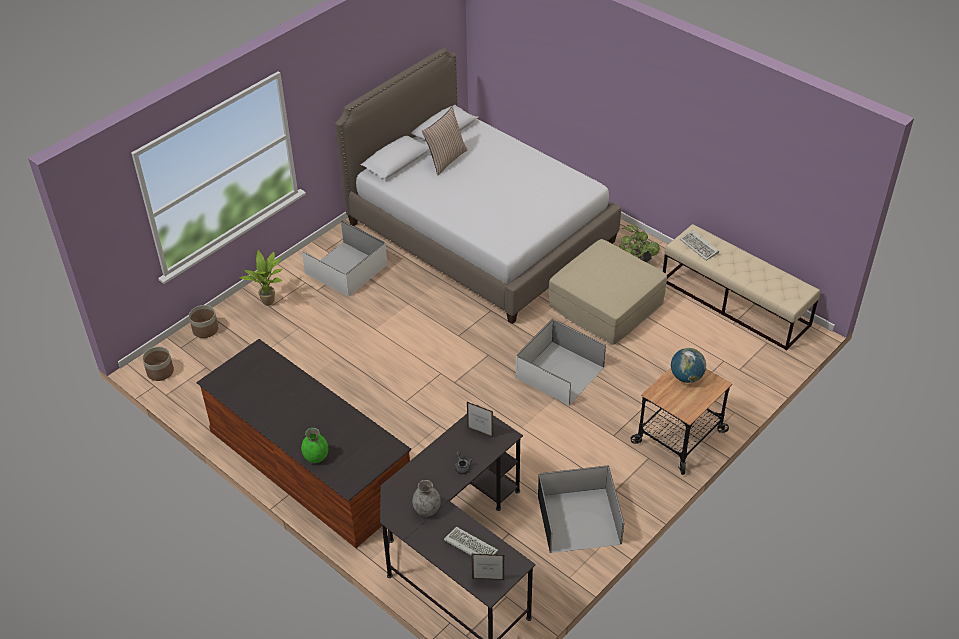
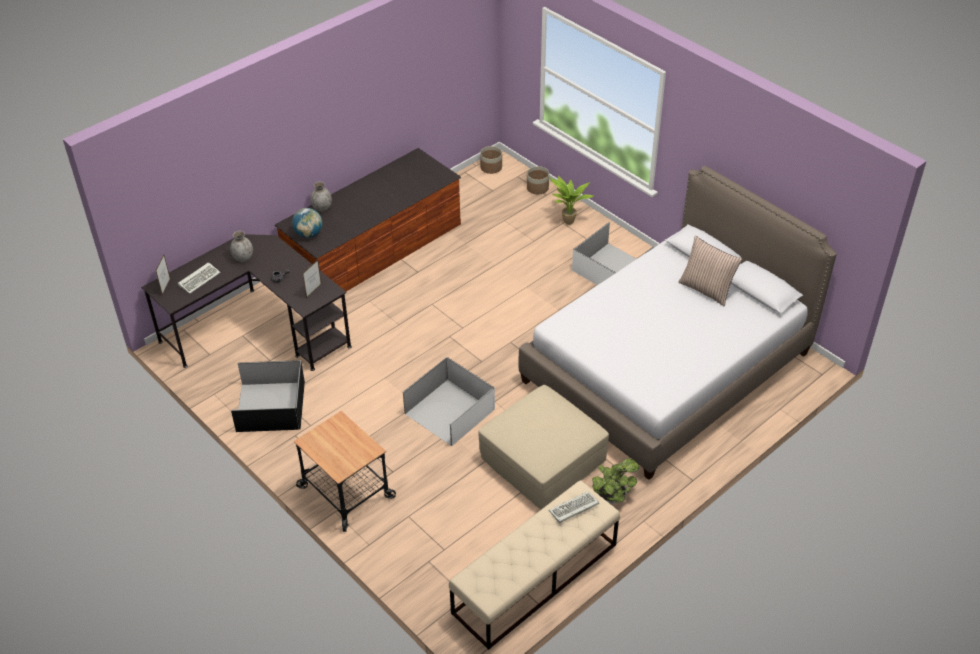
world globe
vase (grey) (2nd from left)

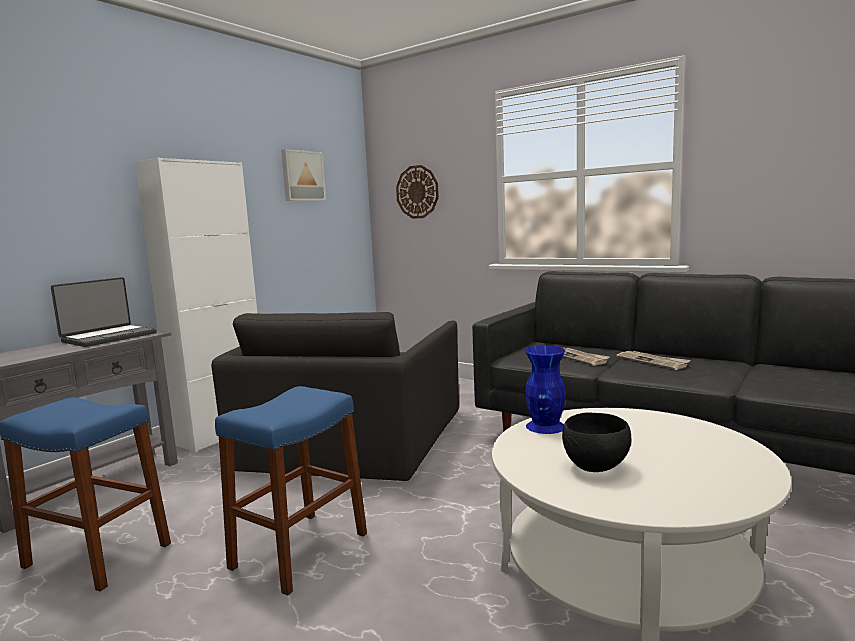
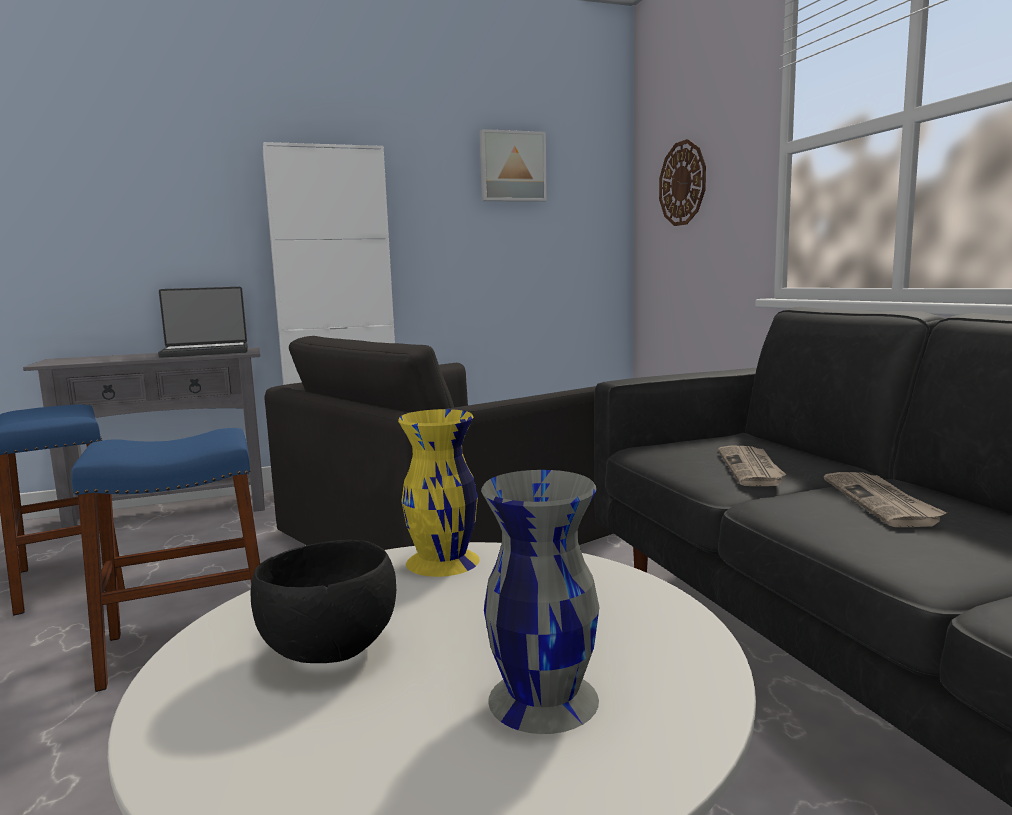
vase (grey)
vase (yellowish)

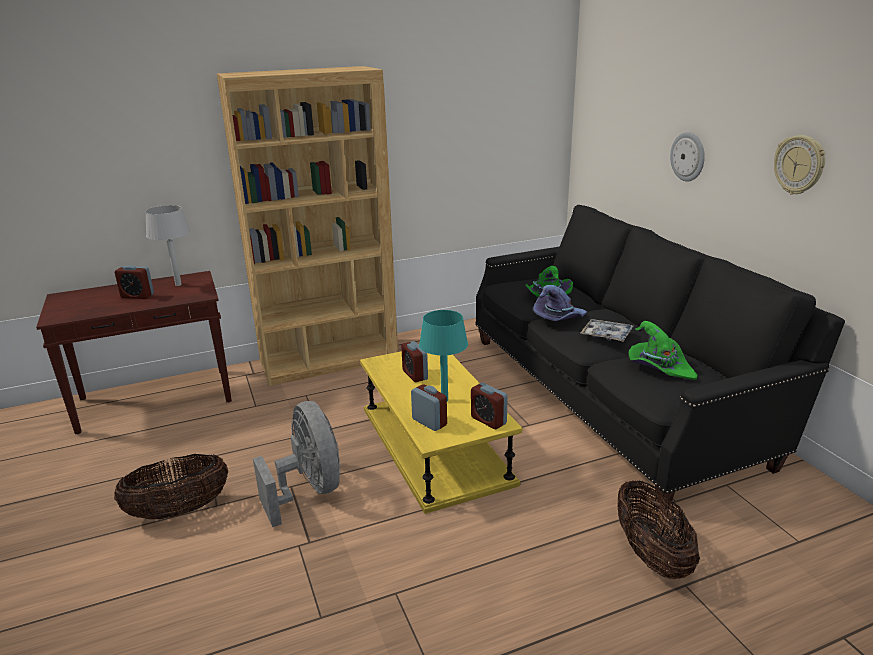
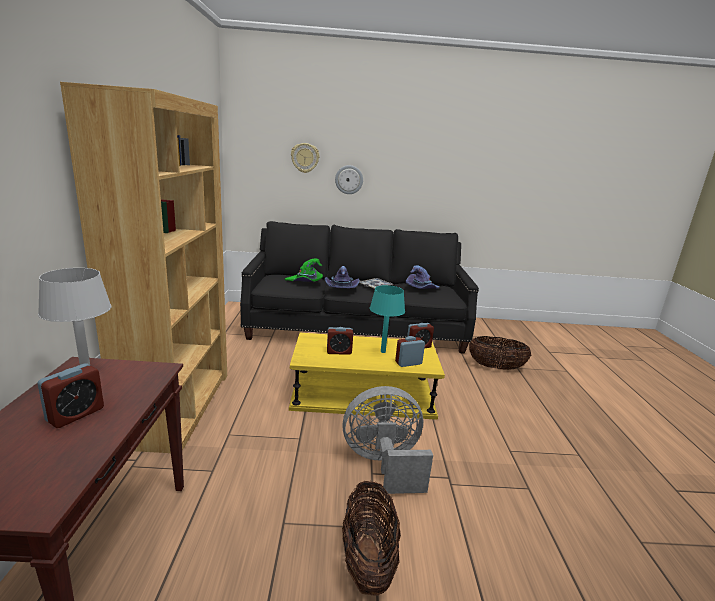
clock on the wall (1st from left)
hat (purple) (2nd from left)

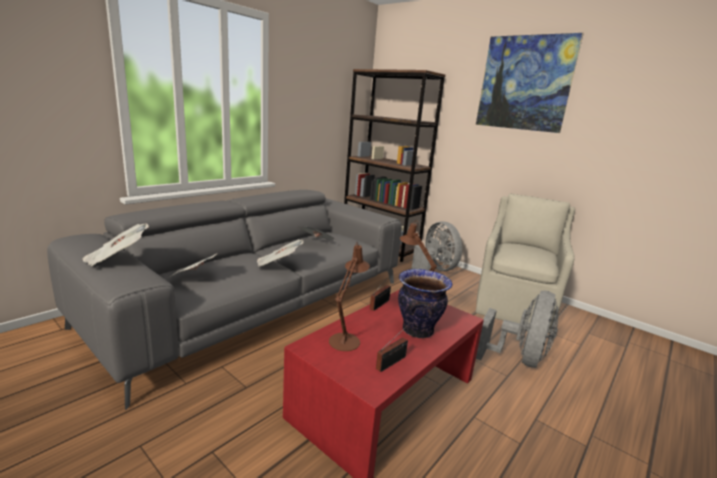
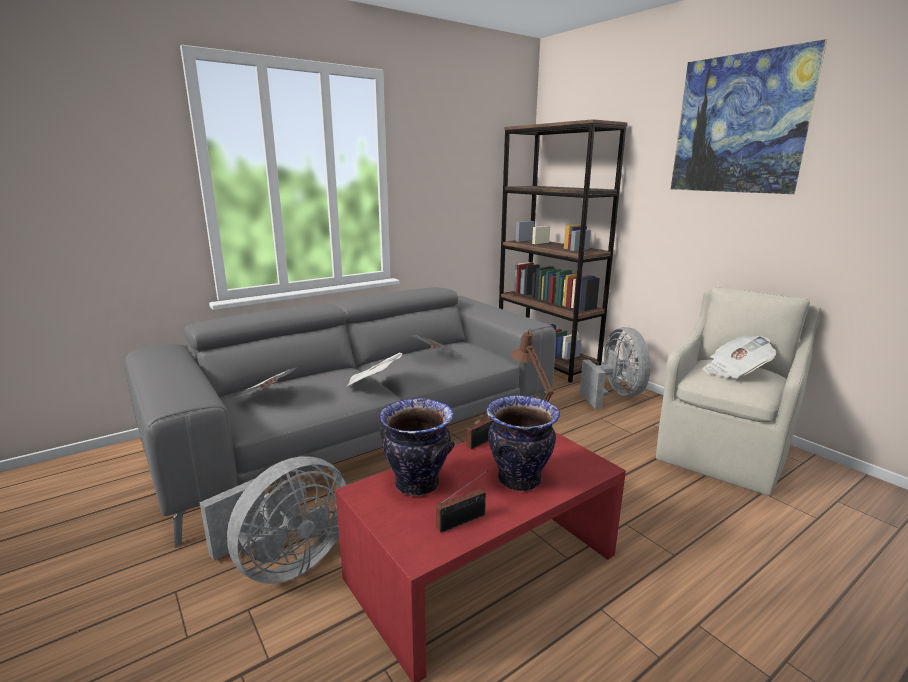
printed paper (4th from left)
electric fan (grey) (1st from left)
vase (1st from left)

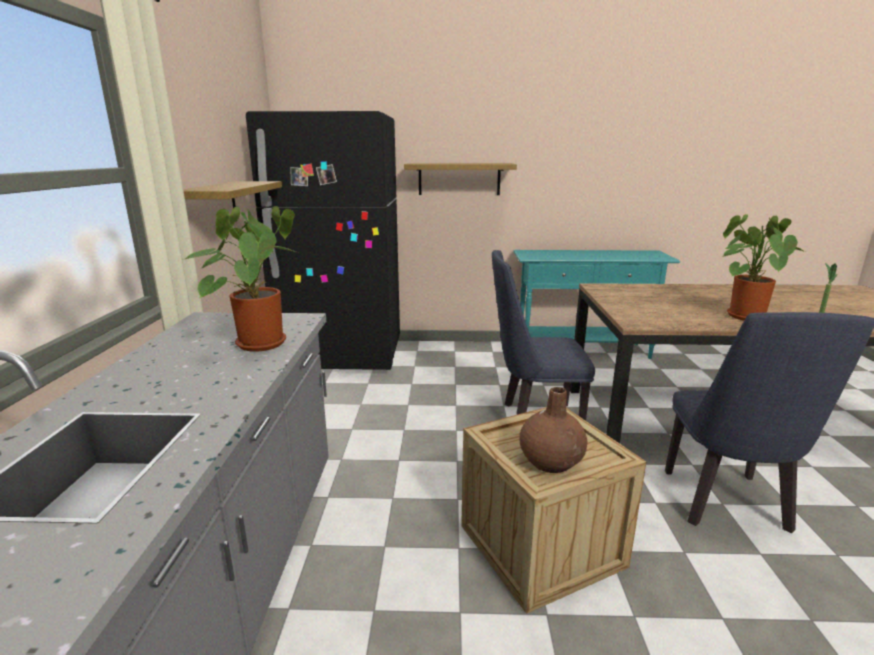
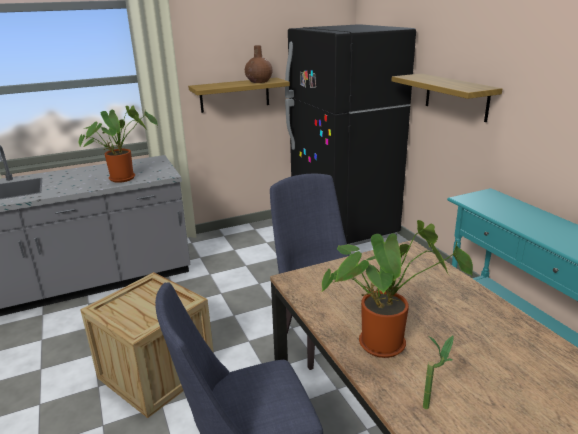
vase (brownish)

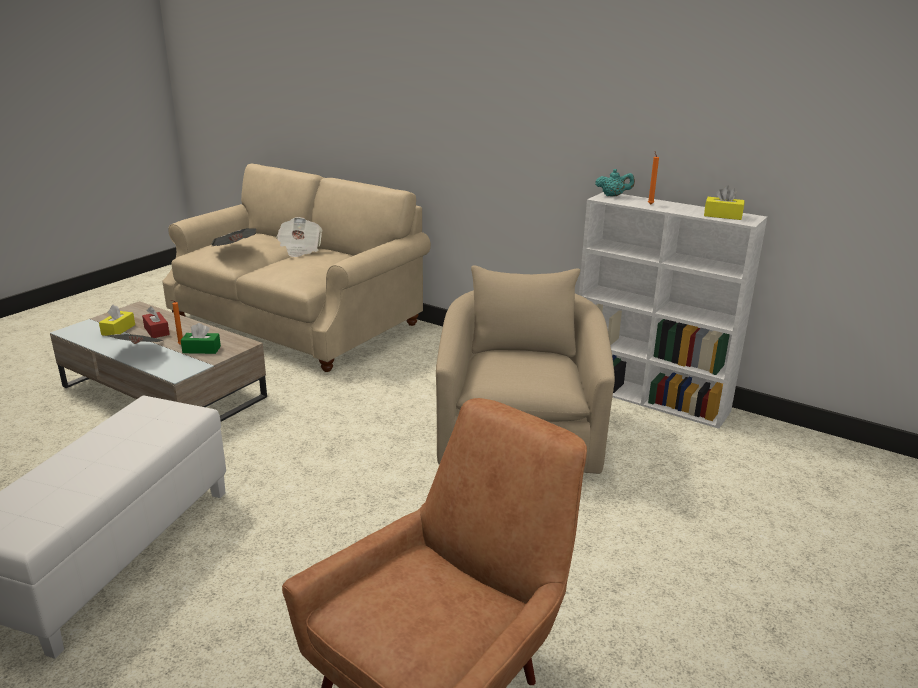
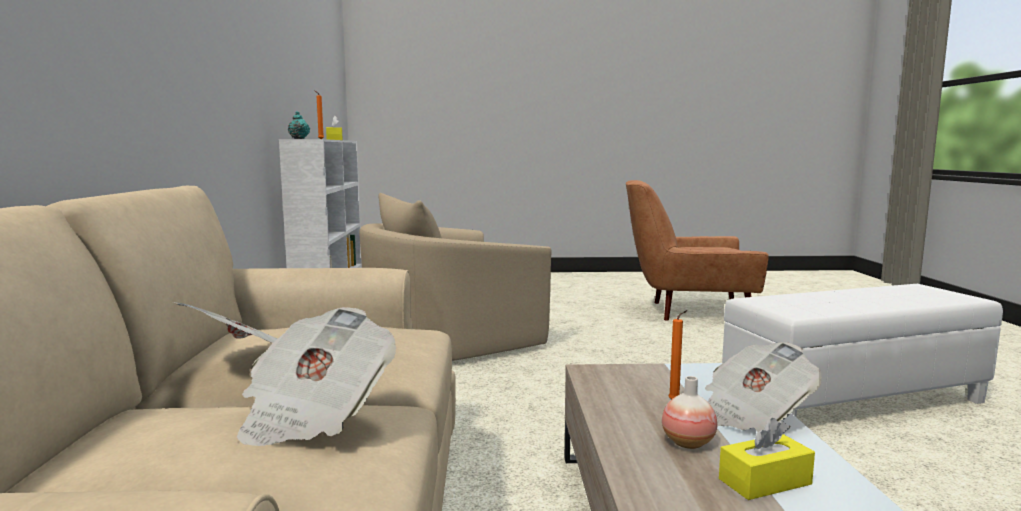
tissue holder (green)
vase

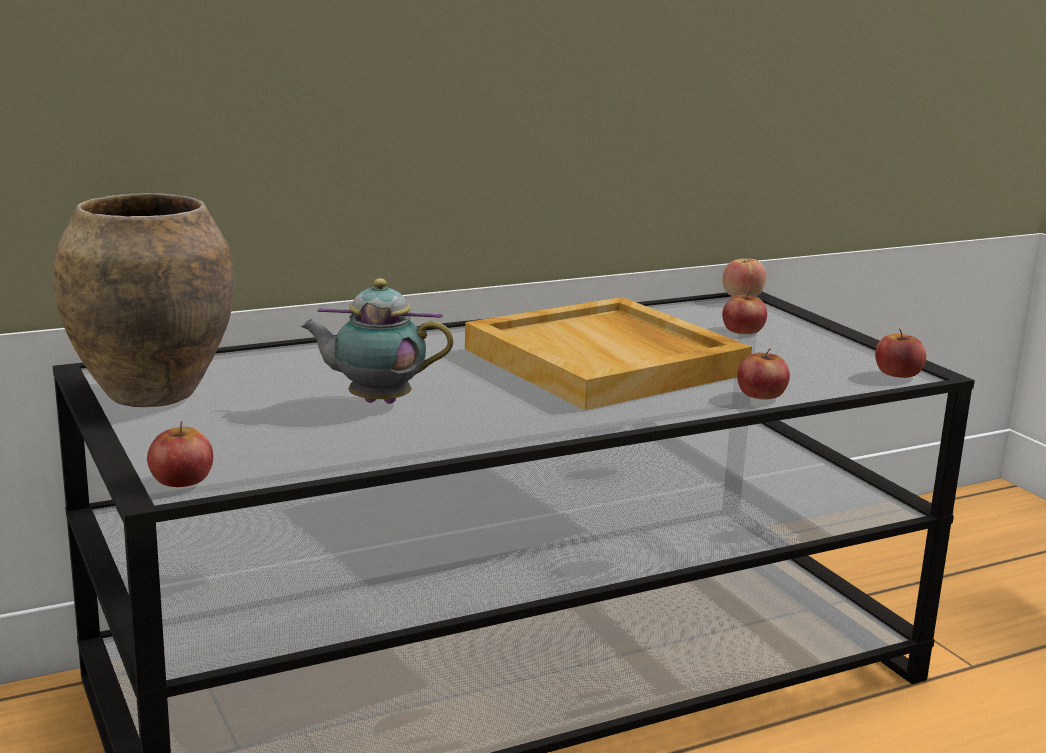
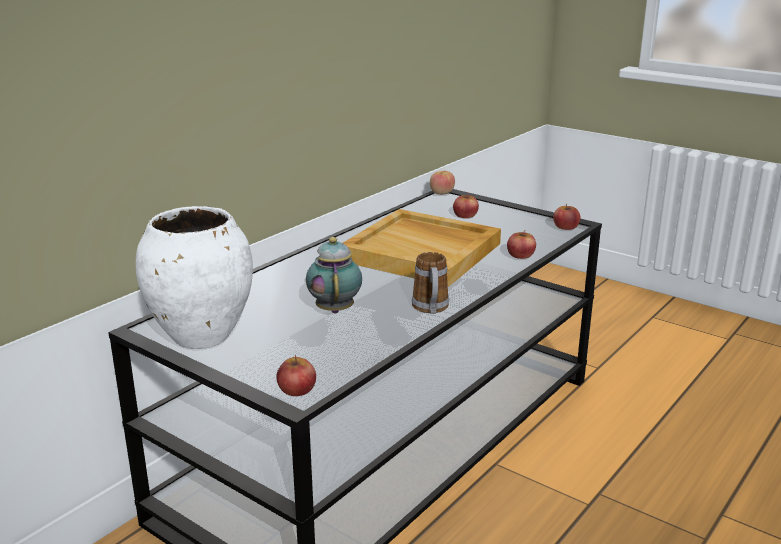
mug
vase (white-coloured)
pot for tea

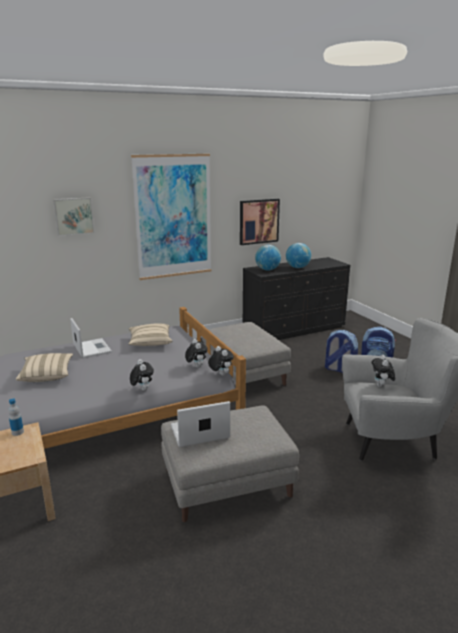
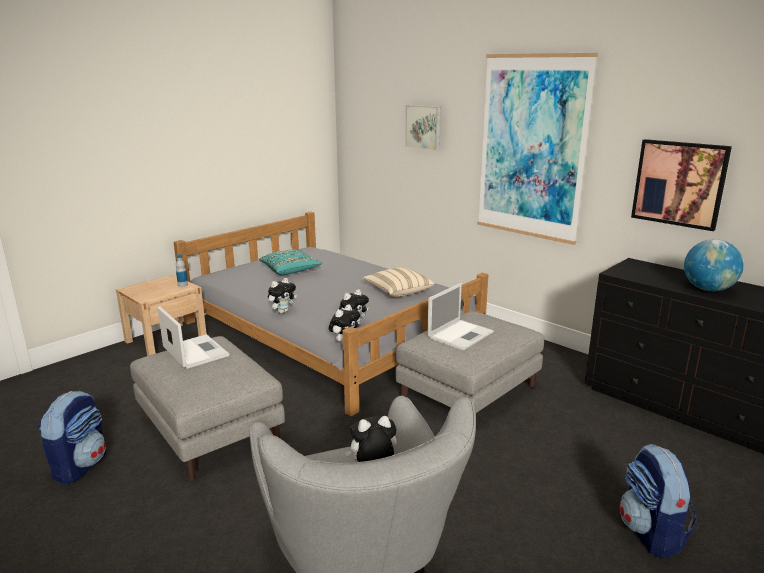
world globe (1st from left in the first image)
laptop (2nd from left)
knapsack (1st from left)
pillow (turquoise)

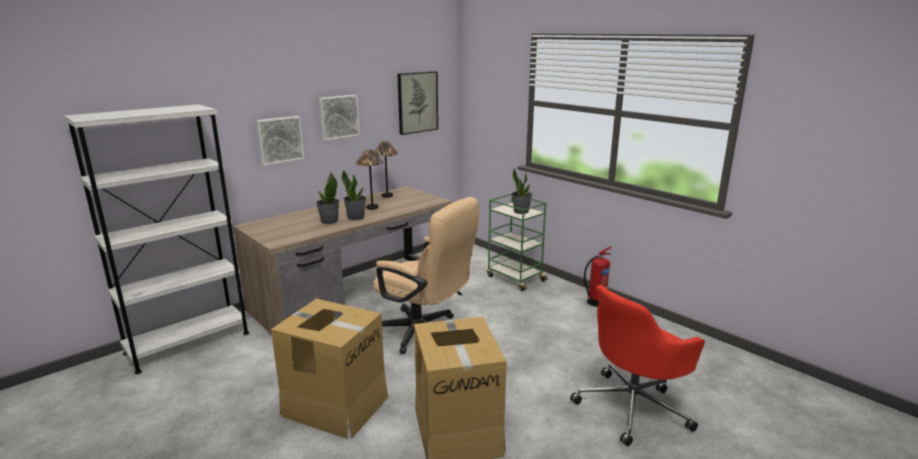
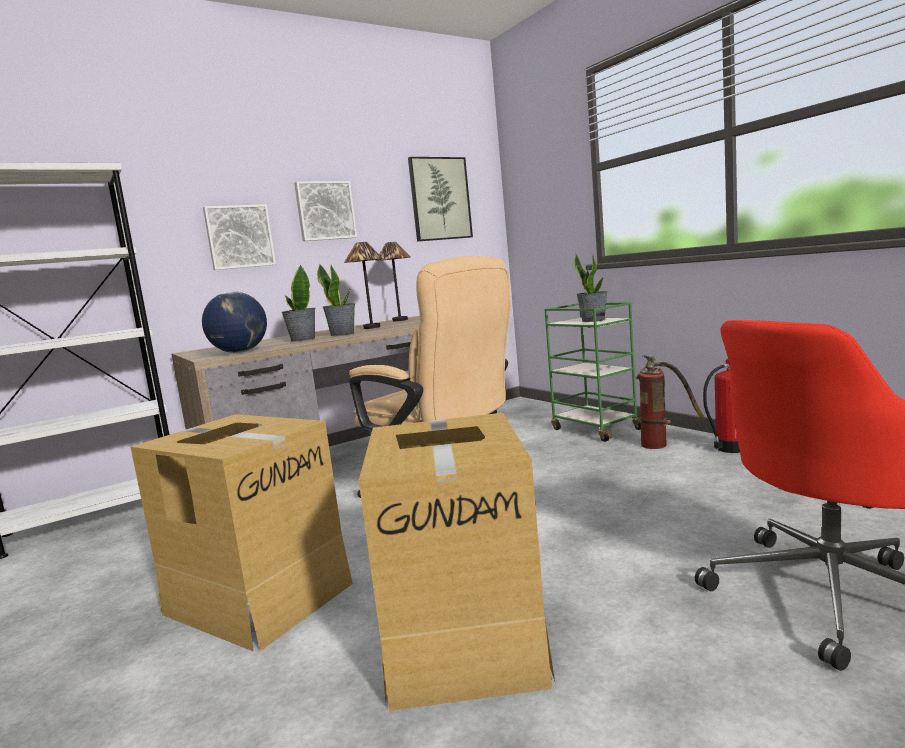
world globe
fire-fighting cylinder (1st from left)

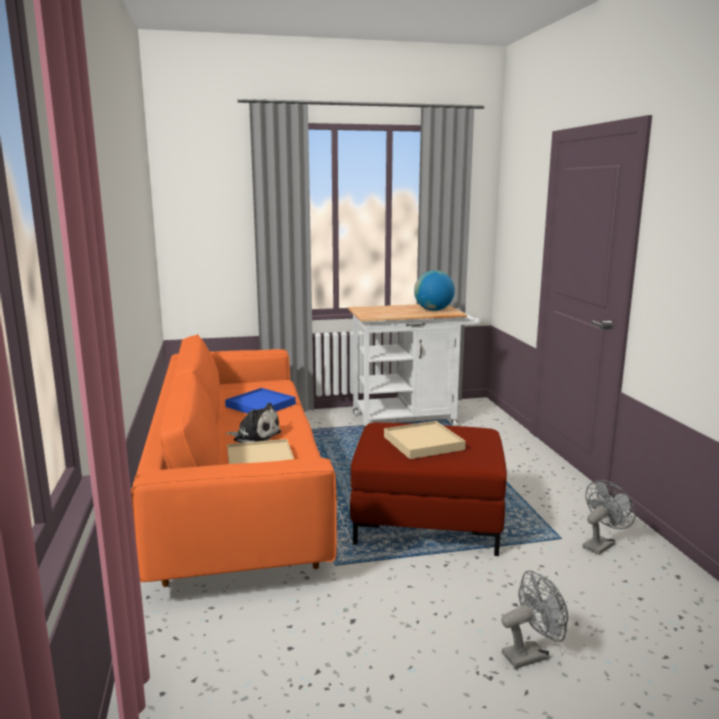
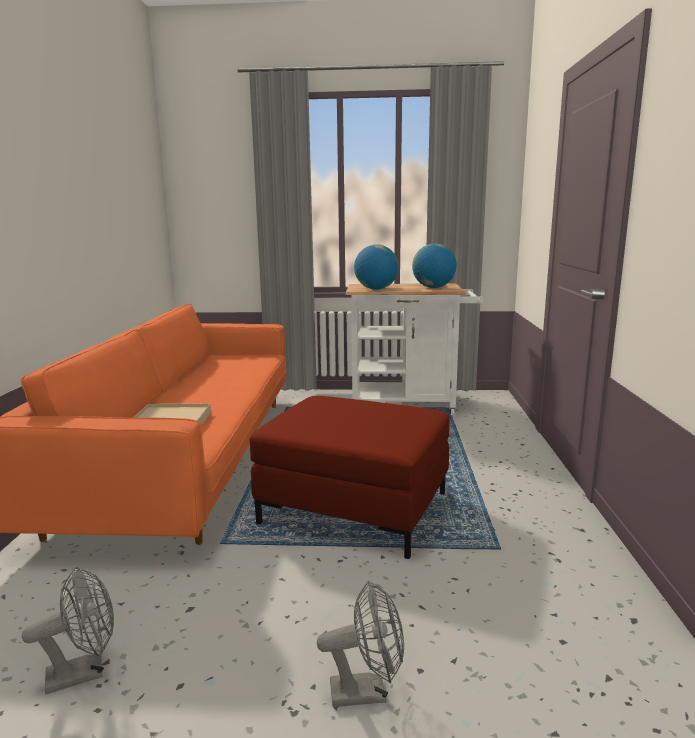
carrying tray (blue)
plush toy
carrying tray (beige-coloured) (2nd from left in the first image)
world globe (1st from left)
electric fan (grey) (1st from left)

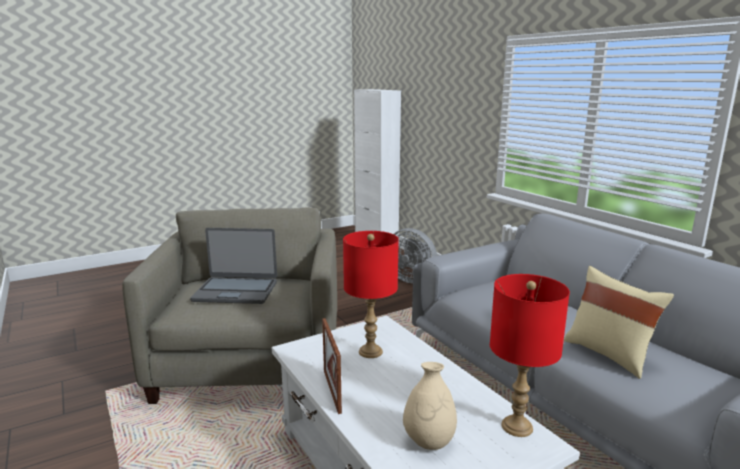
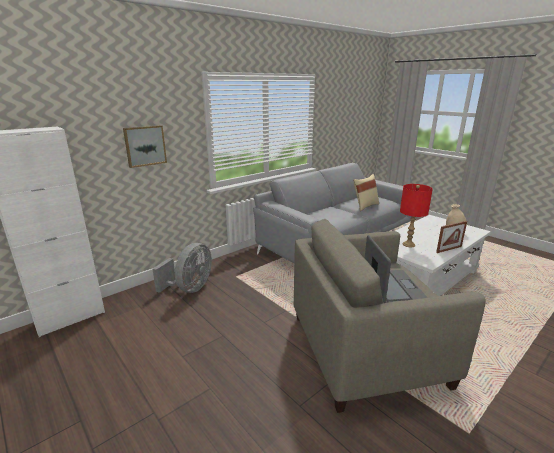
tabletop lamp (reddish) (2nd from left in the first image)
picture

